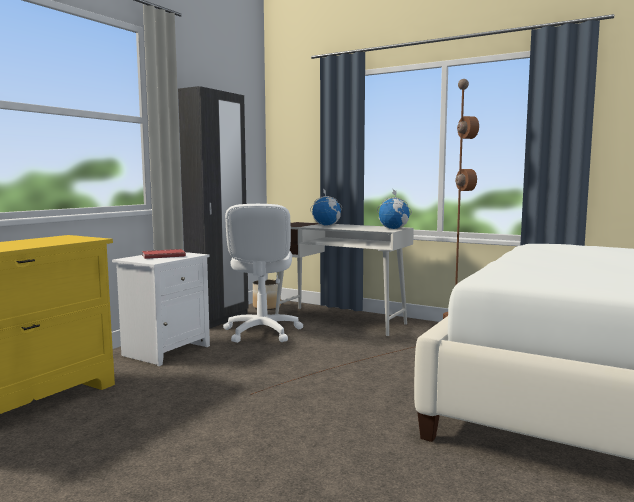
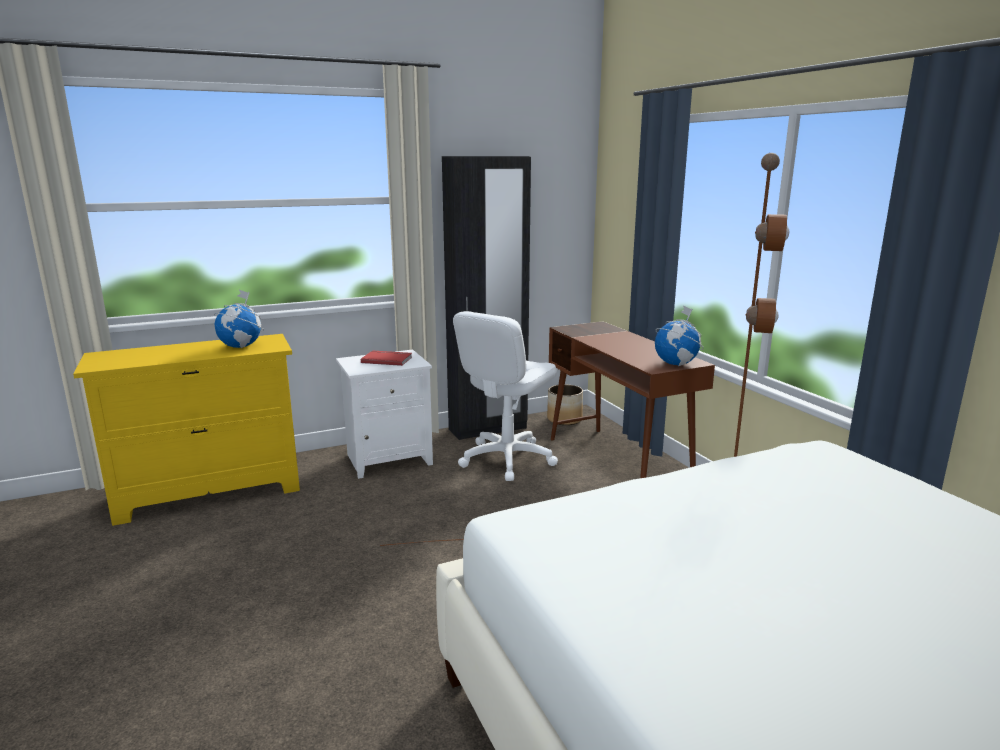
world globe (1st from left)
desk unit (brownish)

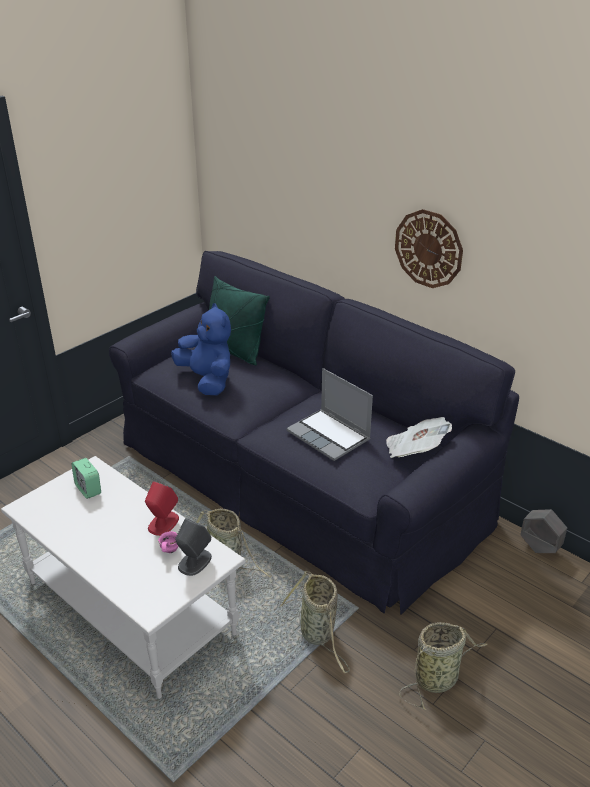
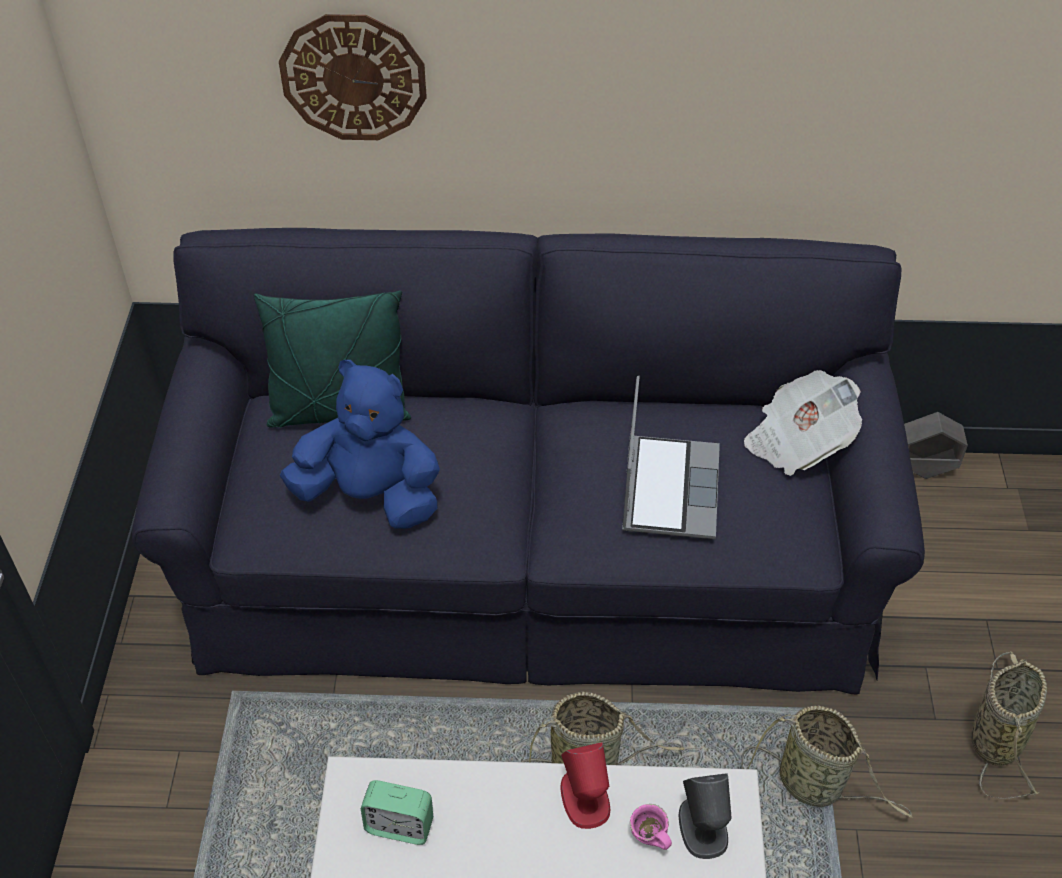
clock on the wall
laptop

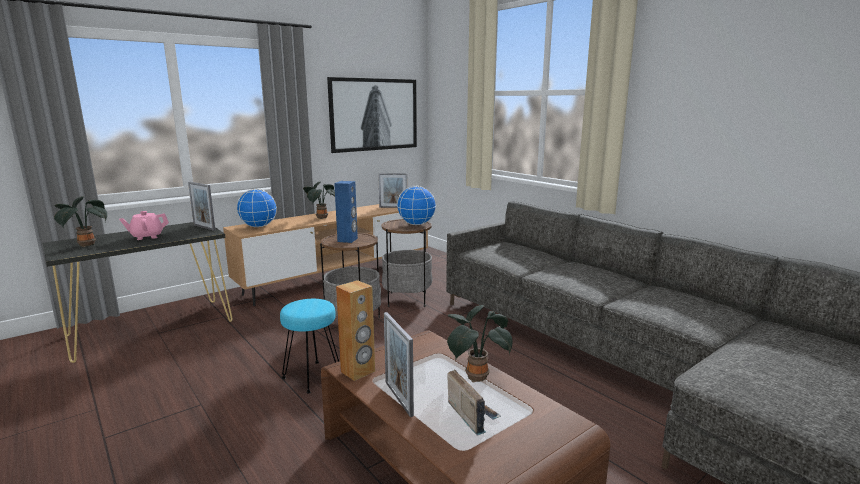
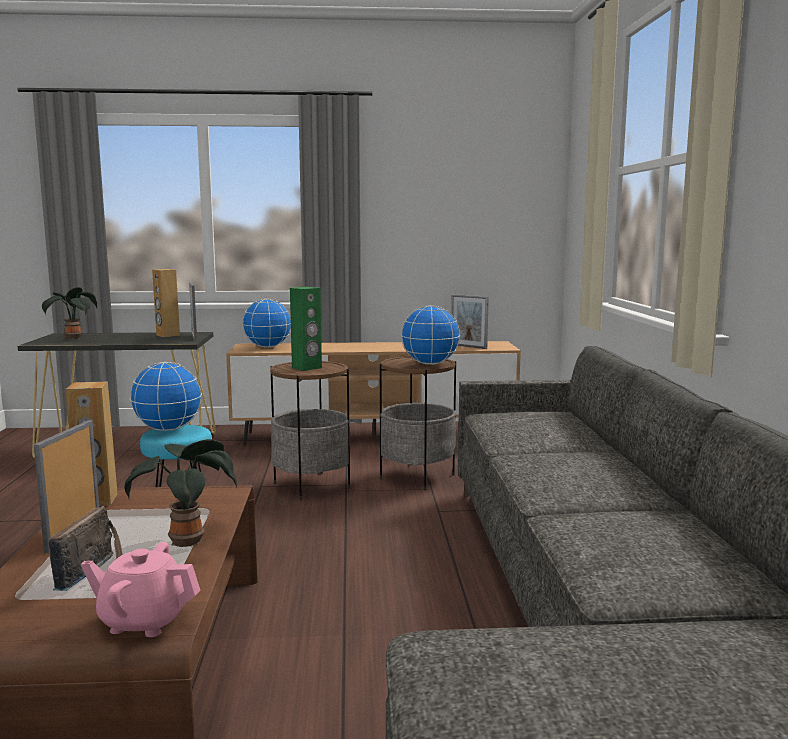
plant in a pot (2nd from left in the first image)
picture
world globe (1st from left)
speaker (brownish) (2nd from left)
pot for tea (pink)
speaker (green)

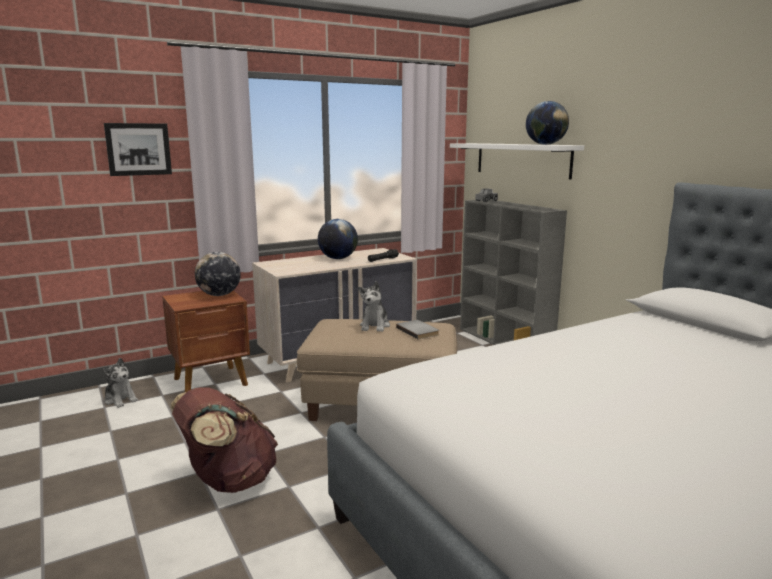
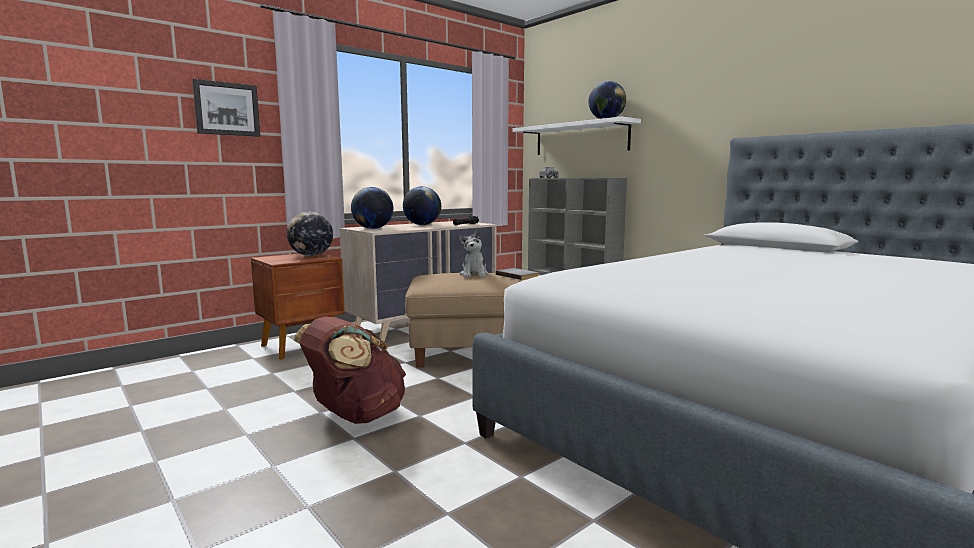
plush toy (1st from left in the first image)
world globe (2nd from left)

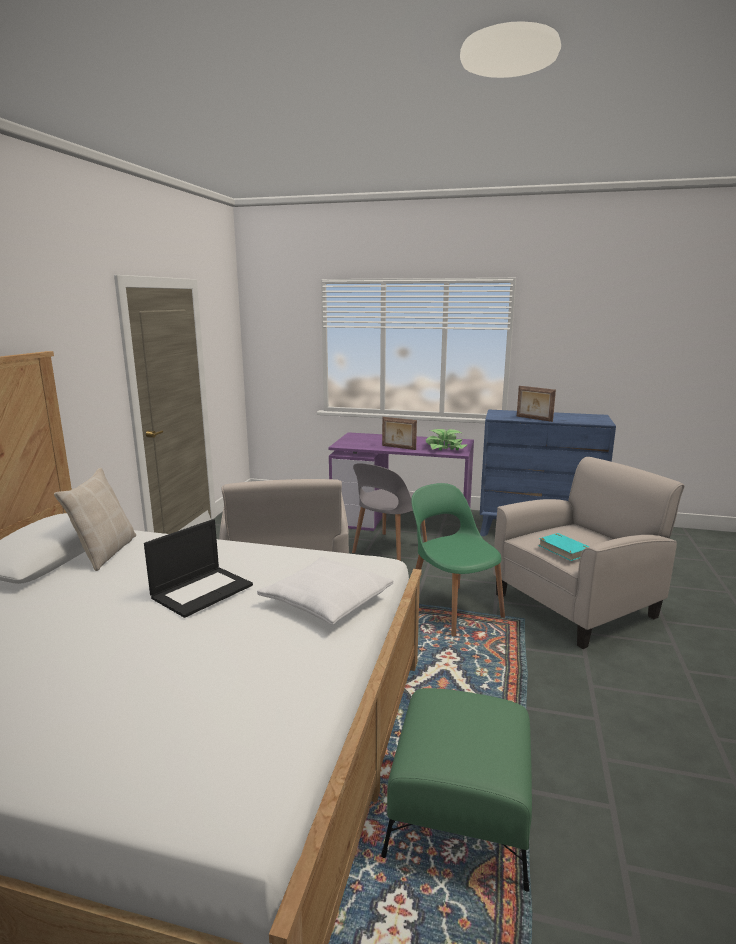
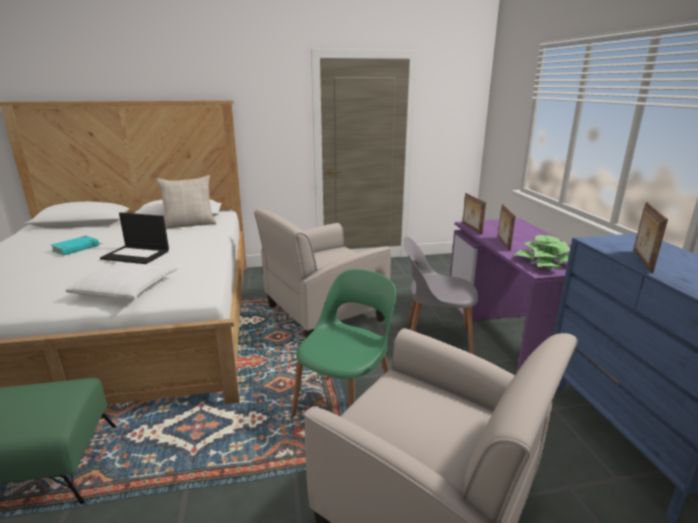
picture frame (1st from left)
book (turquoise)

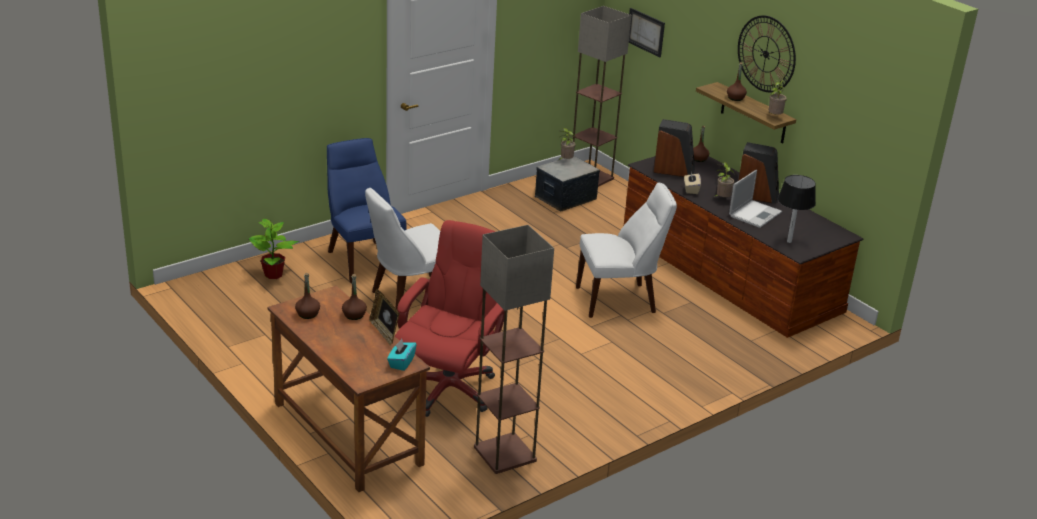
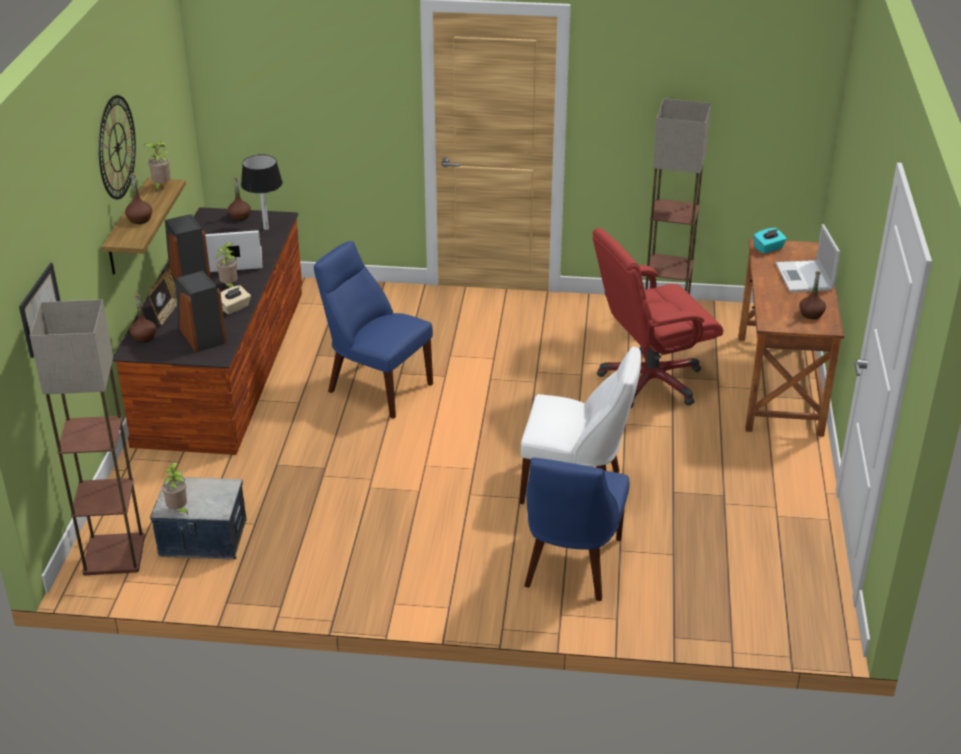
plant in a pot (1st from left in the first image)
laptop (2nd from left)
bottle (brownish) (3rd from left)
picture frame
upright chair (blue) (1st from left)

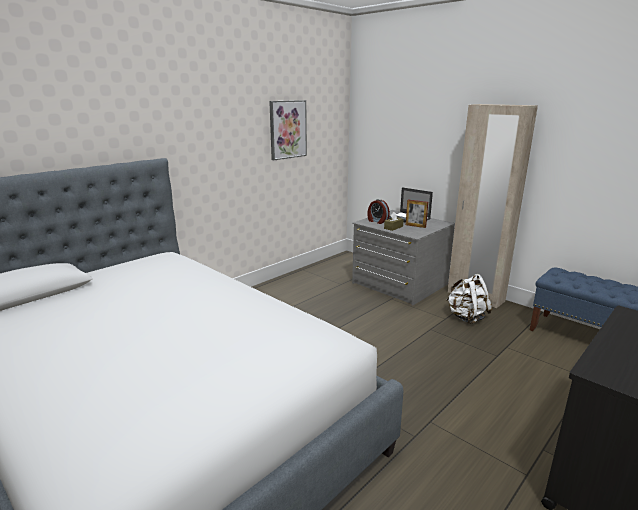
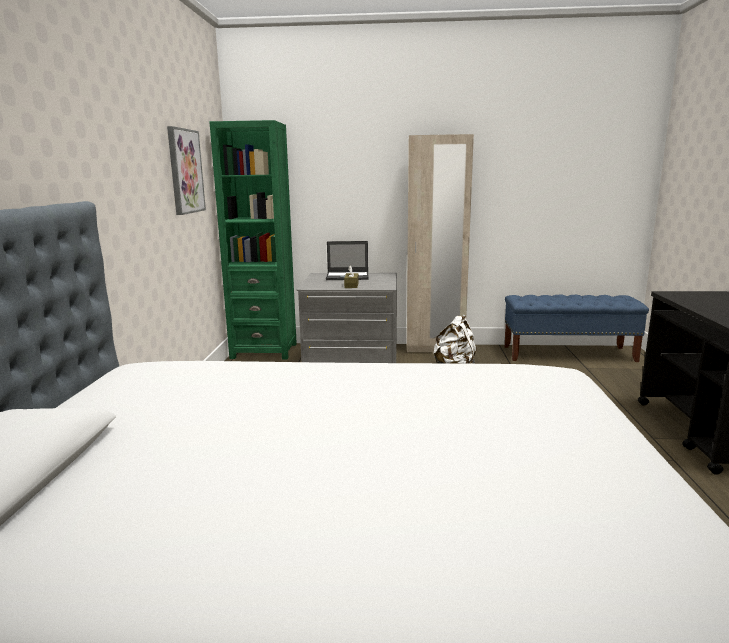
bedside clock
picture frame
shelving unit (green)

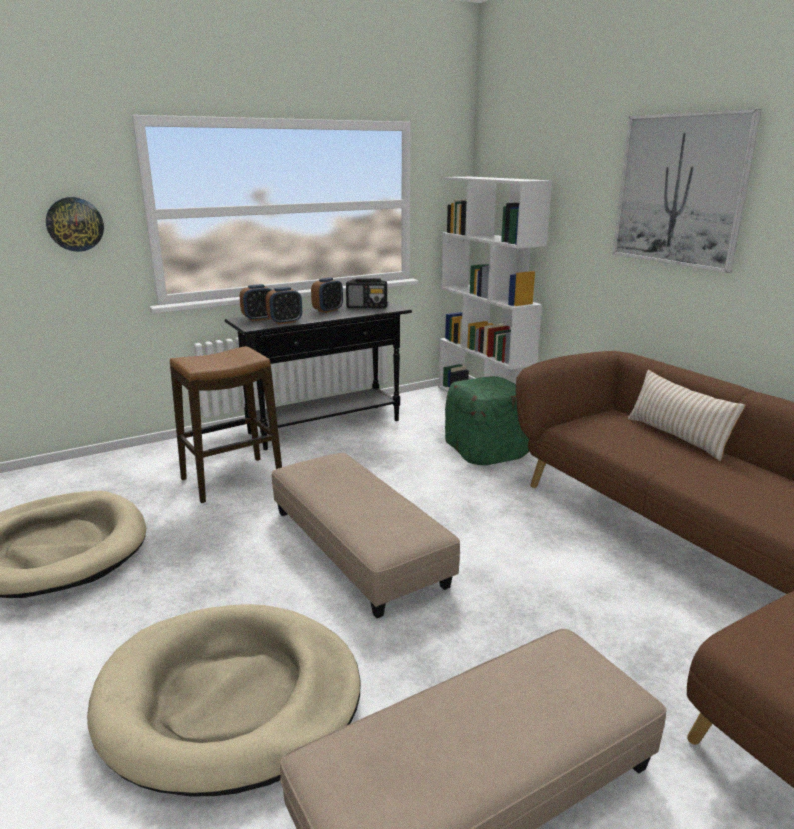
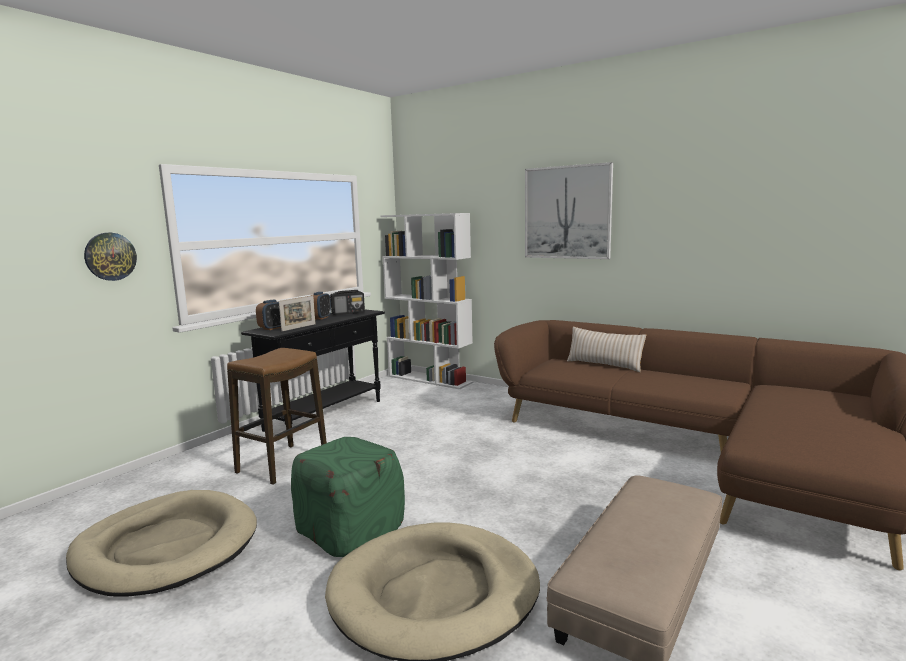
pouffe (beige-coloured) (1st from left in the first image)
pouffe (green)
picture frame

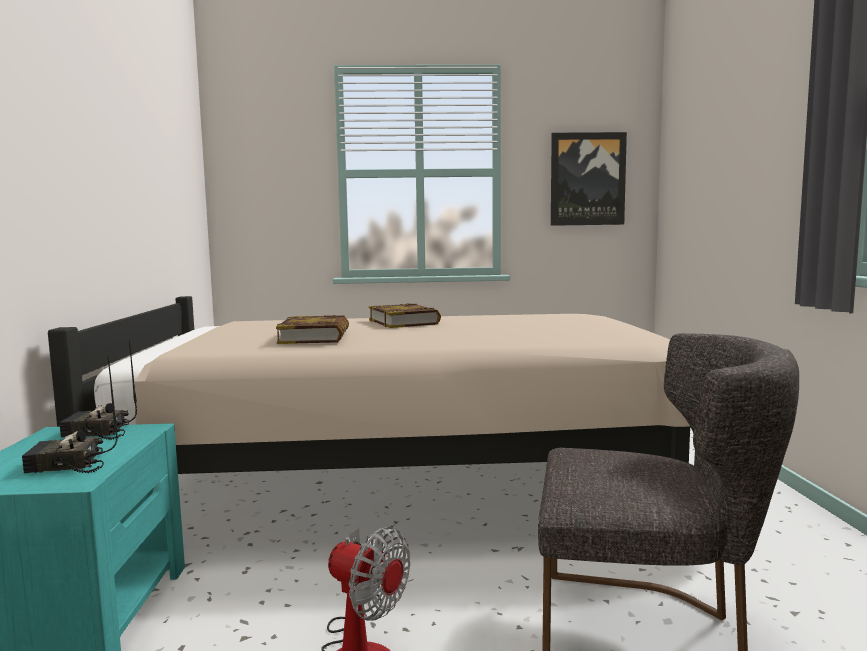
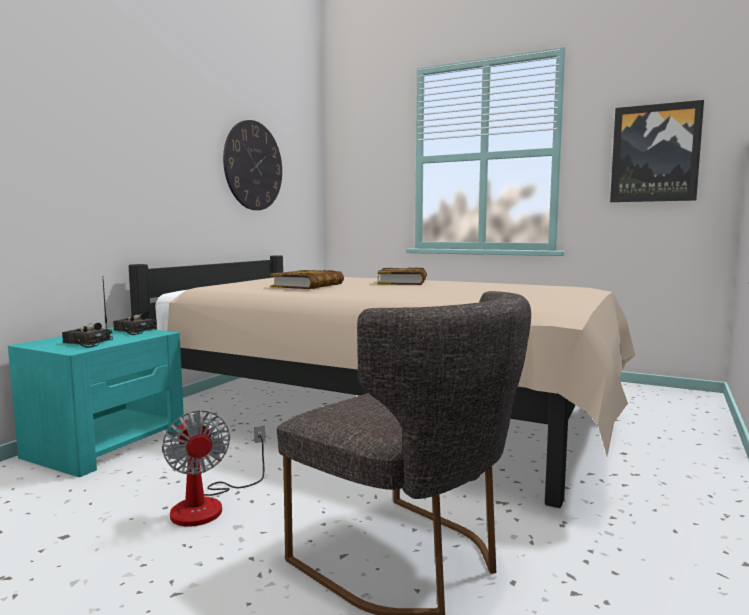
clock on the wall

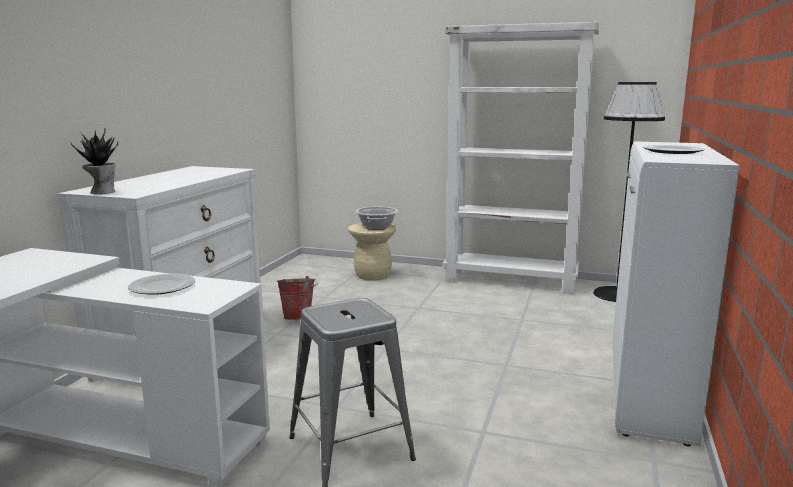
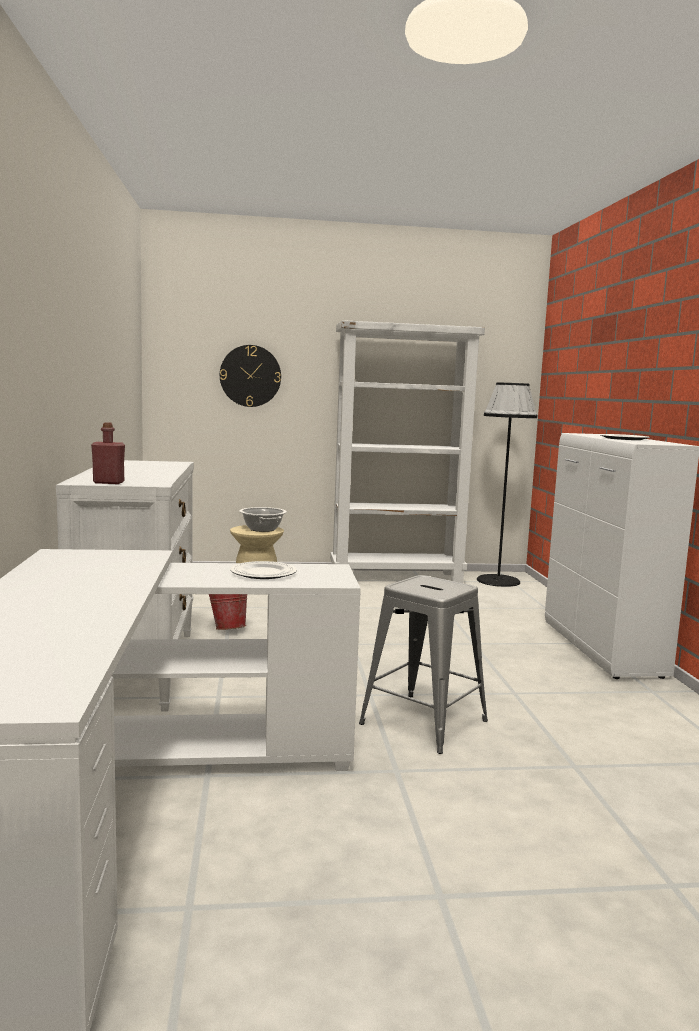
clock on the wall
bottle (reddish)

